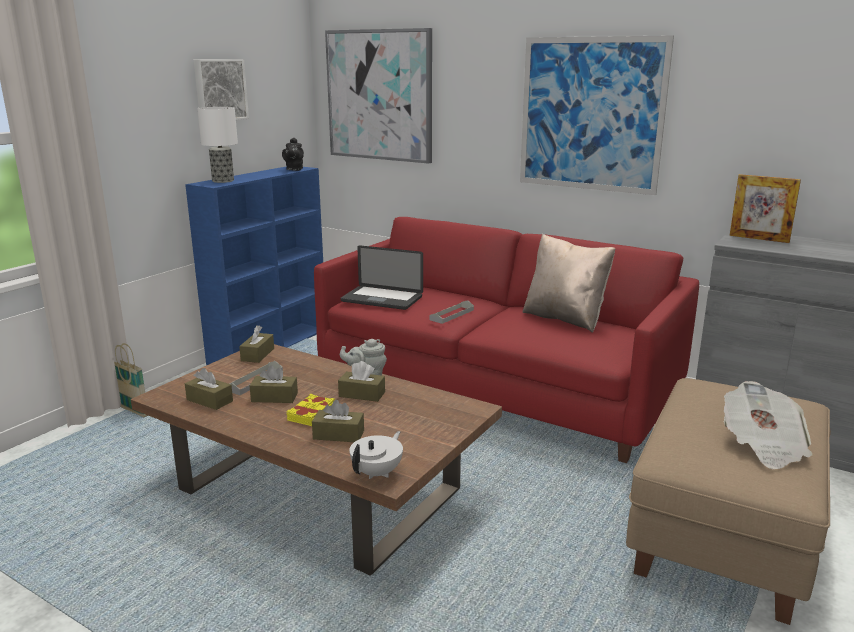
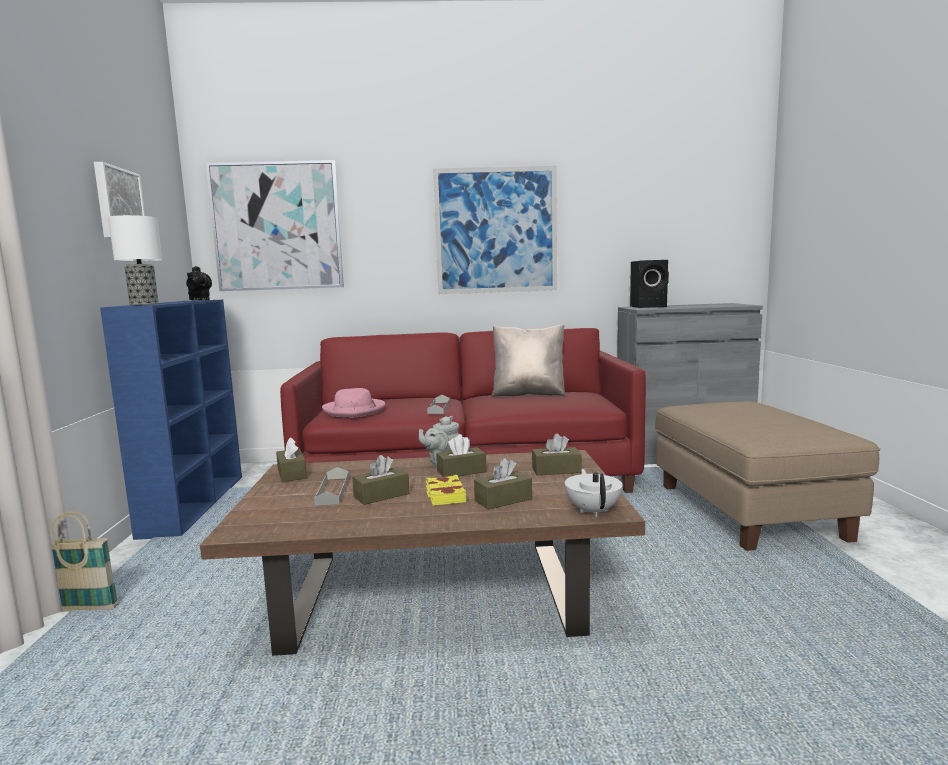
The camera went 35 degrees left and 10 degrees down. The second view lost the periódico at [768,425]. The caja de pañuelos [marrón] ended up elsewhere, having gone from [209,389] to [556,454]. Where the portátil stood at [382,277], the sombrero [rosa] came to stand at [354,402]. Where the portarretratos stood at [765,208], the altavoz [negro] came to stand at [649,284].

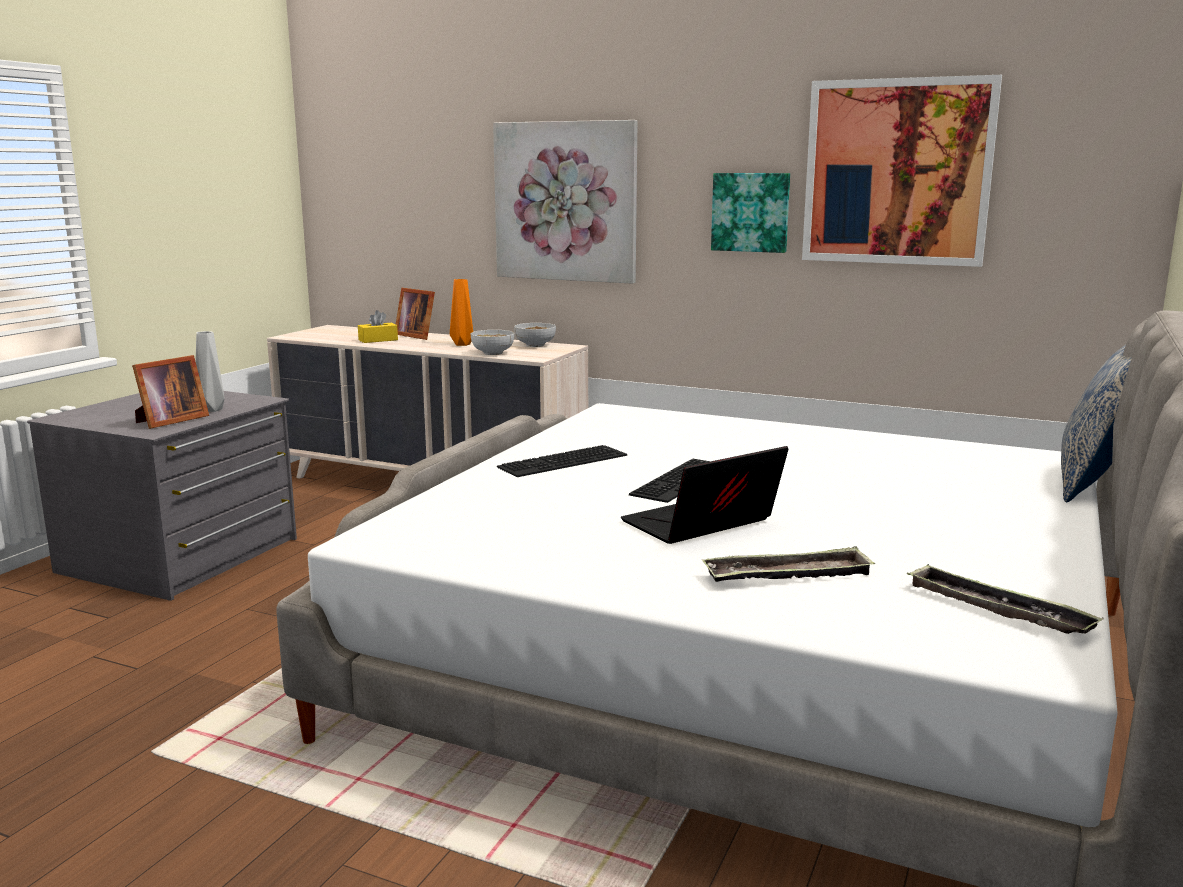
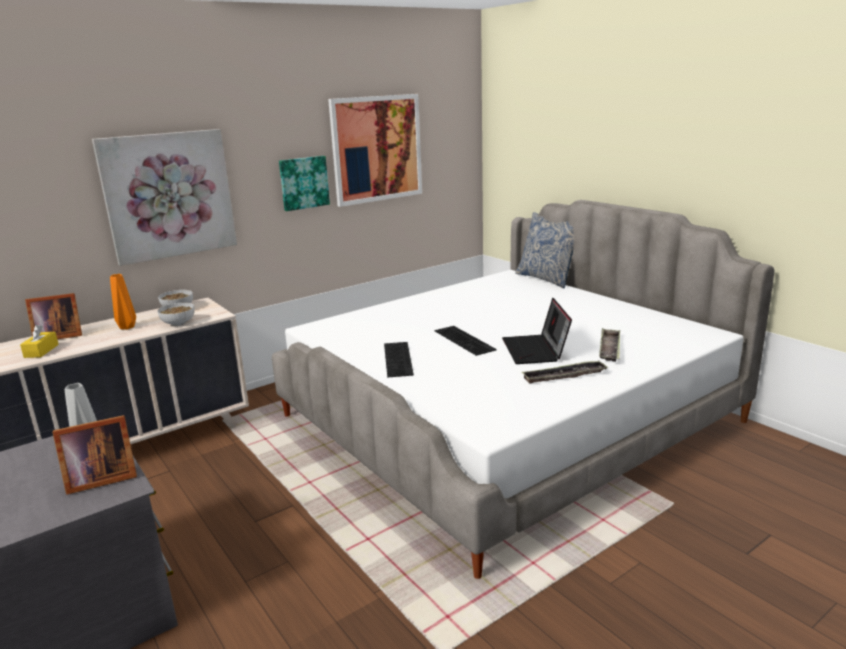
The camera went 60 degrees left and 5 degrees up. The bandeja ended up elsewhere, having gone from [1005,599] to [565,372]. The portarretratos at [170,392] ended up facing another way, 90 degrees clockwise from before.

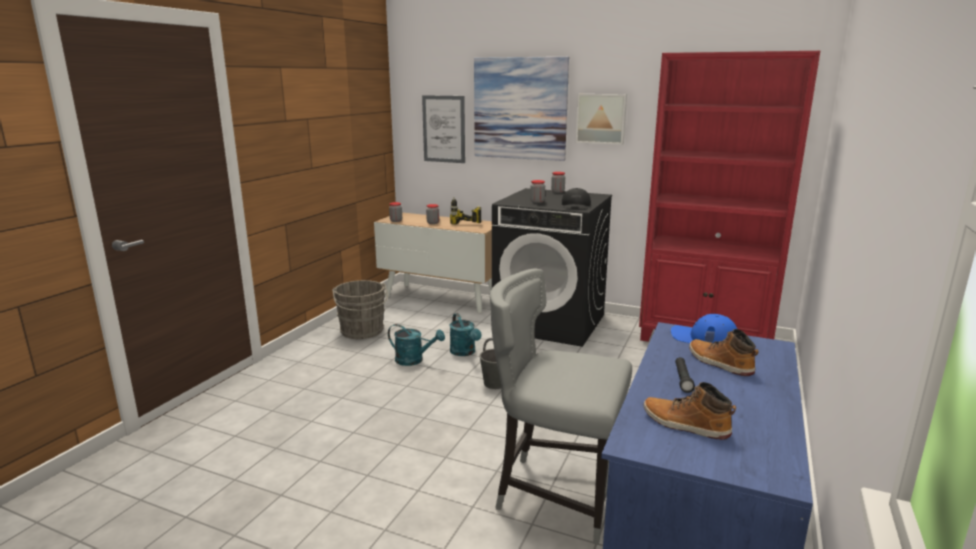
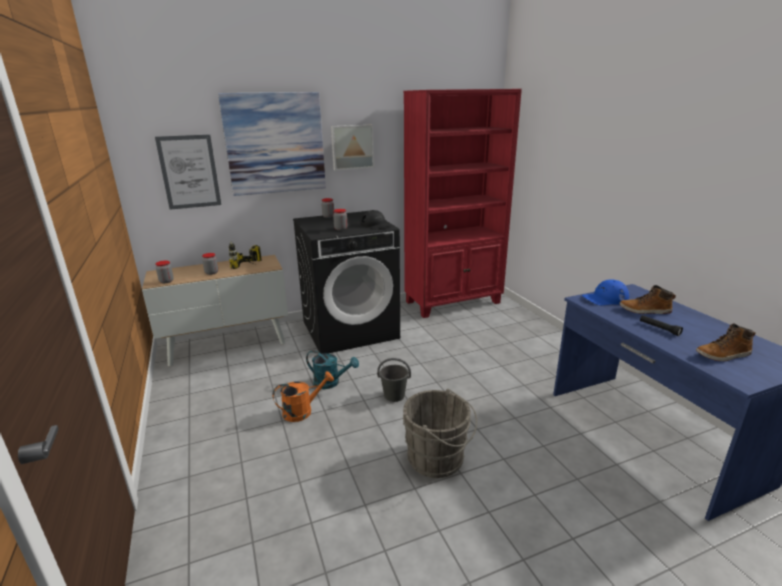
The camera went 45 degrees left and 5 degrees up. The second view lost the silla [gris] at [561,406]. The cubo [gris] ended up elsewhere, having gone from [360,309] to [440,433]. What was the regadera [turquesa] at [416,345] turned into the regadera [naranja] at [303,396].

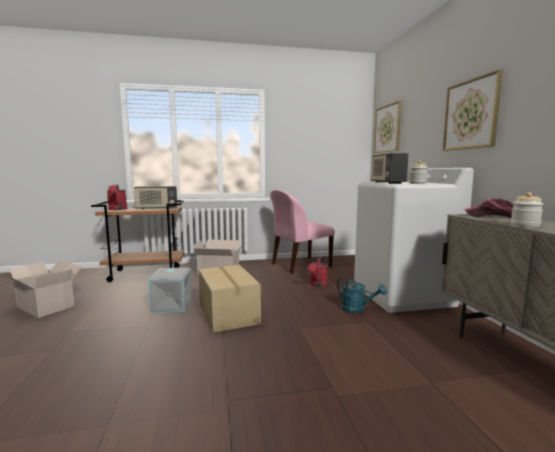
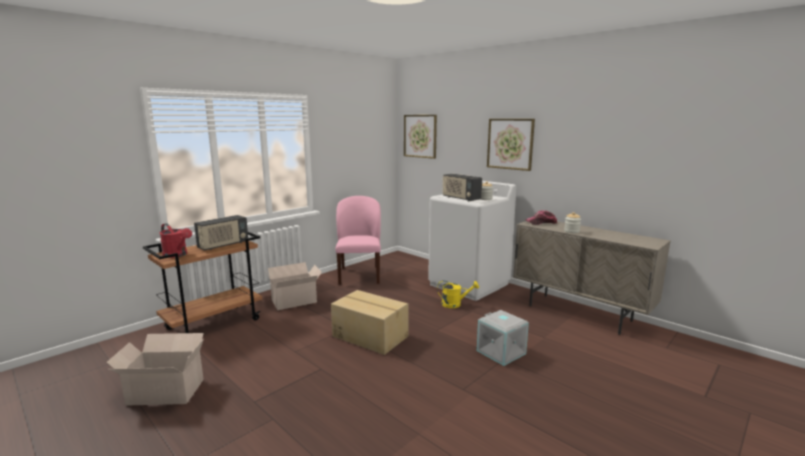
The camera went 35 degrees left and 5 degrees up. The second view lost the regadera [rojo] at [317,272]. The caja de almacenaje [gris] ended up elsewhere, having gone from [170,290] to [503,338]. What was the regadera [turquesa] at [362,295] turned into the regadera [amarillo] at [458,294]. The silla [rosa] at [302,232] ended up facing another way, 150 degrees clockwise from before.

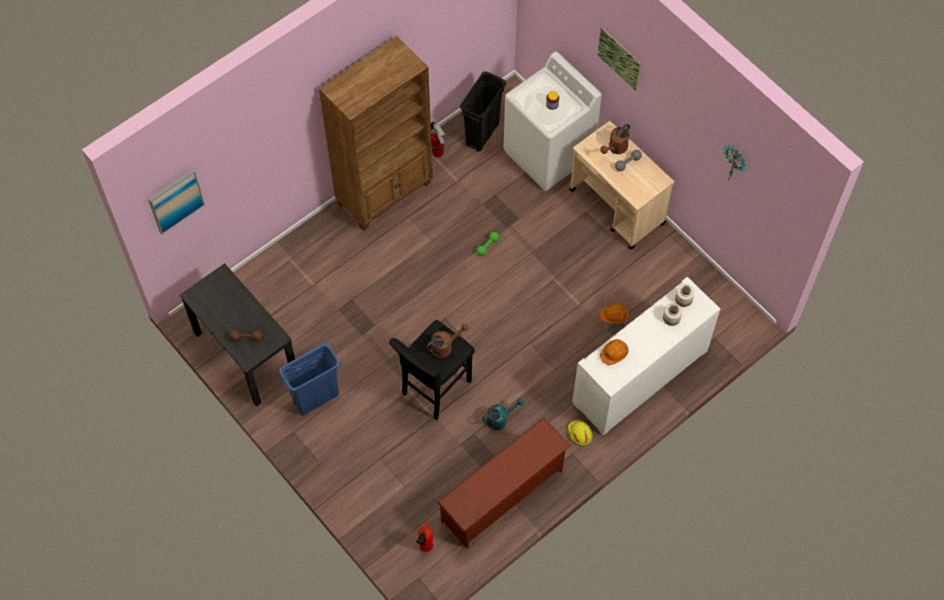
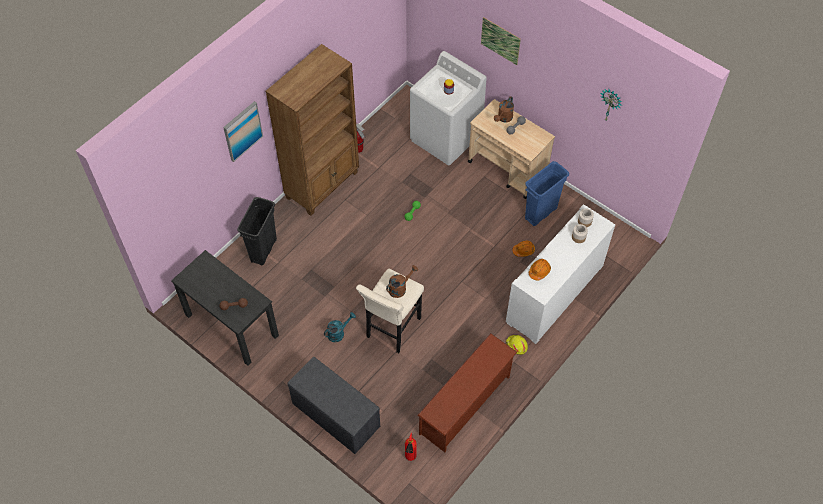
The camera went 10 degrees left and 5 degrees down. The second view gained the banco [gris] at [334,405]. The cuadro ended up elsewhere, having gone from [176,202] to [243,131]. The papelera [azul] ended up elsewhere, having gone from [310,379] to [547,193]. The papelera [negro] ended up elsewhere, having gone from [483,112] to [257,231]. The regadera [turquesa] ended up elsewhere, having gone from [503,414] to [340,327]. What was the taburete [negro] at [432,370] turned into the taburete [beis] at [390,310].

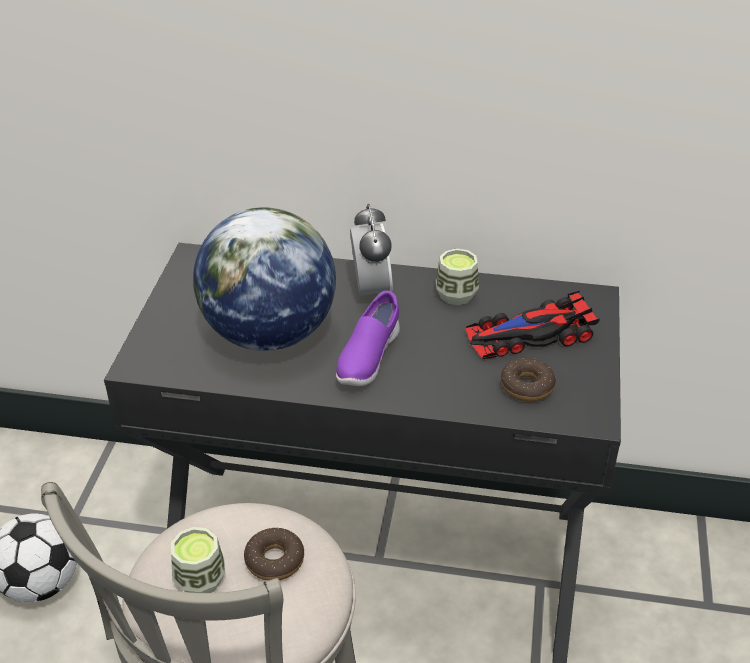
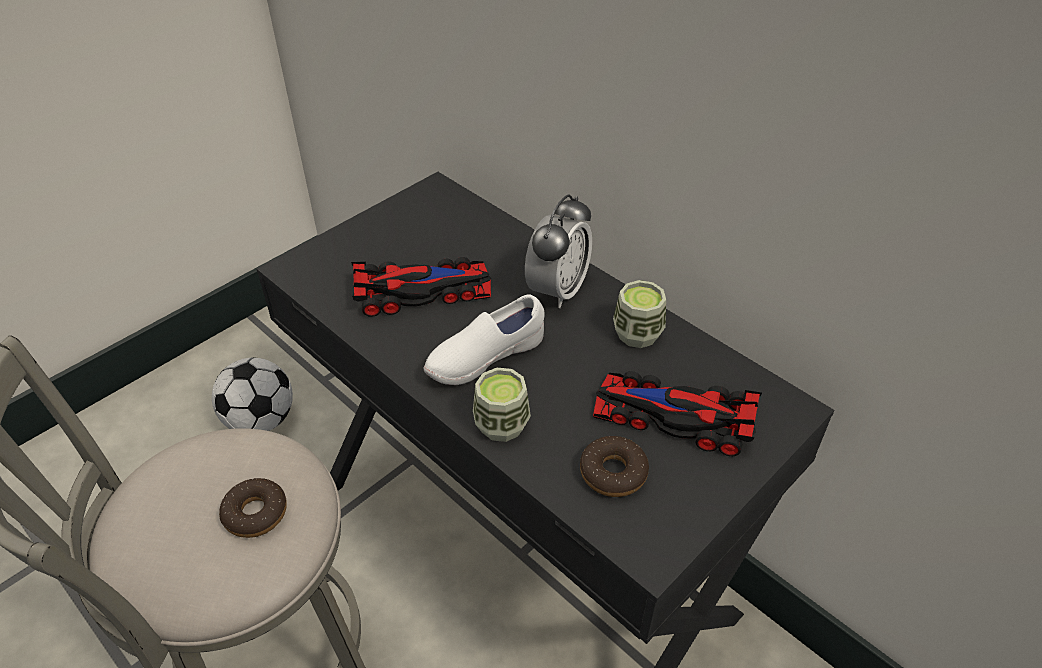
The camera went 35 degrees right and 5 degrees up. The taza ended up elsewhere, having gone from [198,560] to [502,405]. Where the globo terráqueo stood at [264,279], the coche de juguete came to stand at [421,287]. What was the zapato [morado] at [368,338] turned into the zapato [blanco] at [484,339].

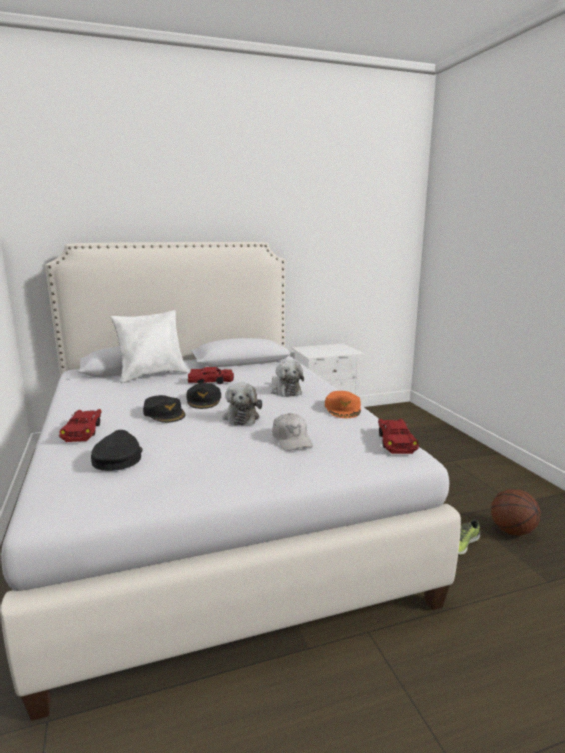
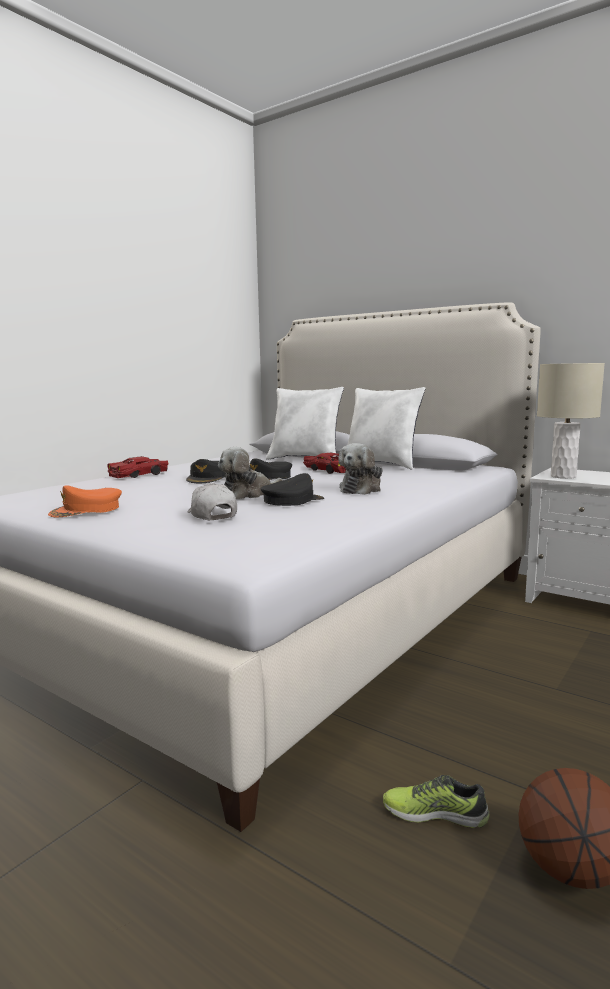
The camera went 55 degrees right and 5 degrees down. The second view lost the coche de juguete [rojo] at [398,436]. The second view gained the cojín [blanco] at [387,428]. The second view gained the lámpara de mesa [beis] at [571,421]. The gorra [negro] ended up elsewhere, having gone from [116,450] to [292,489]. The gorra [naranja] ended up elsewhere, having gone from [343,404] to [85,501]. The gorra [blanco] at [292,432] ended up facing another way, 120 degrees clockwise from before.

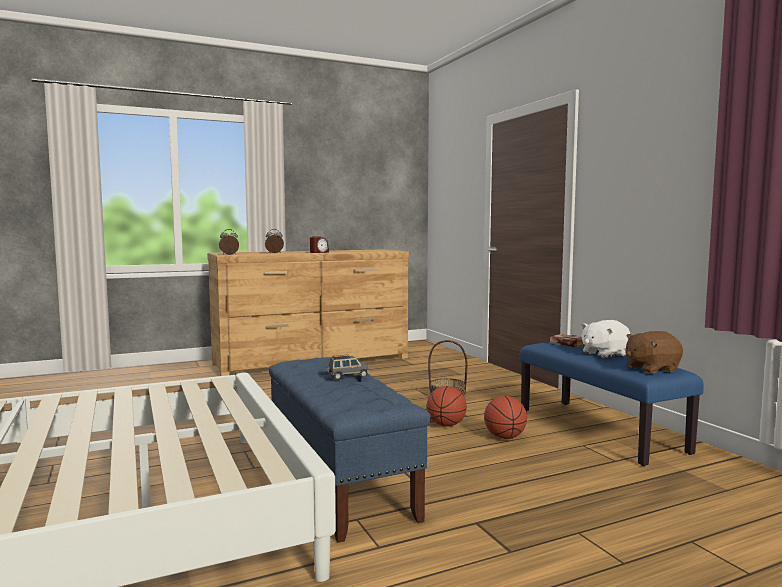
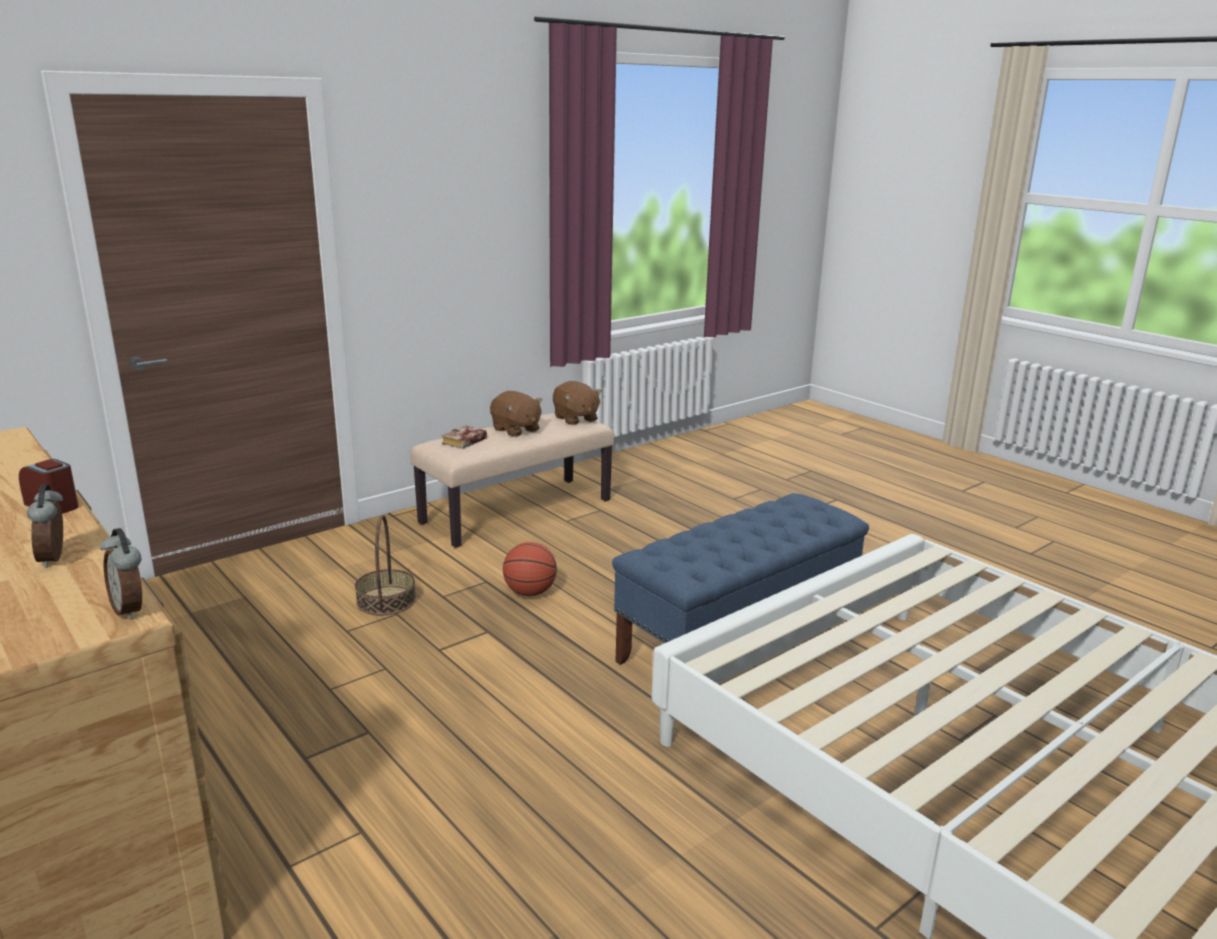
The camera went 105 degrees left and 15 degrees up. The second view lost the coche de juguete [gris] at [348,367]. The second view lost the balón de baloncesto at [505,417]. What was the banco [azul] at [612,404] turned into the banco [beis] at [512,480]. What was the peluche [blanco] at [605,339] turned into the peluche [marrón] at [516,414].

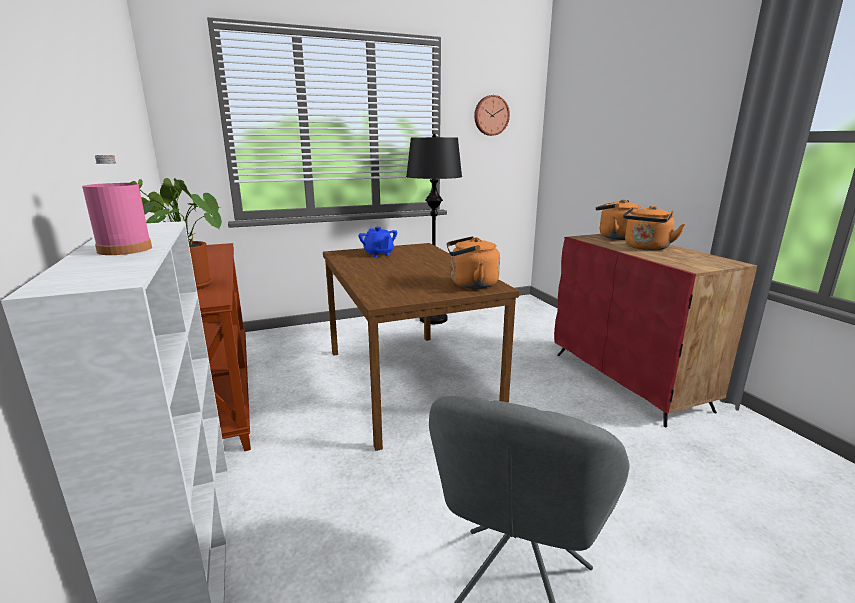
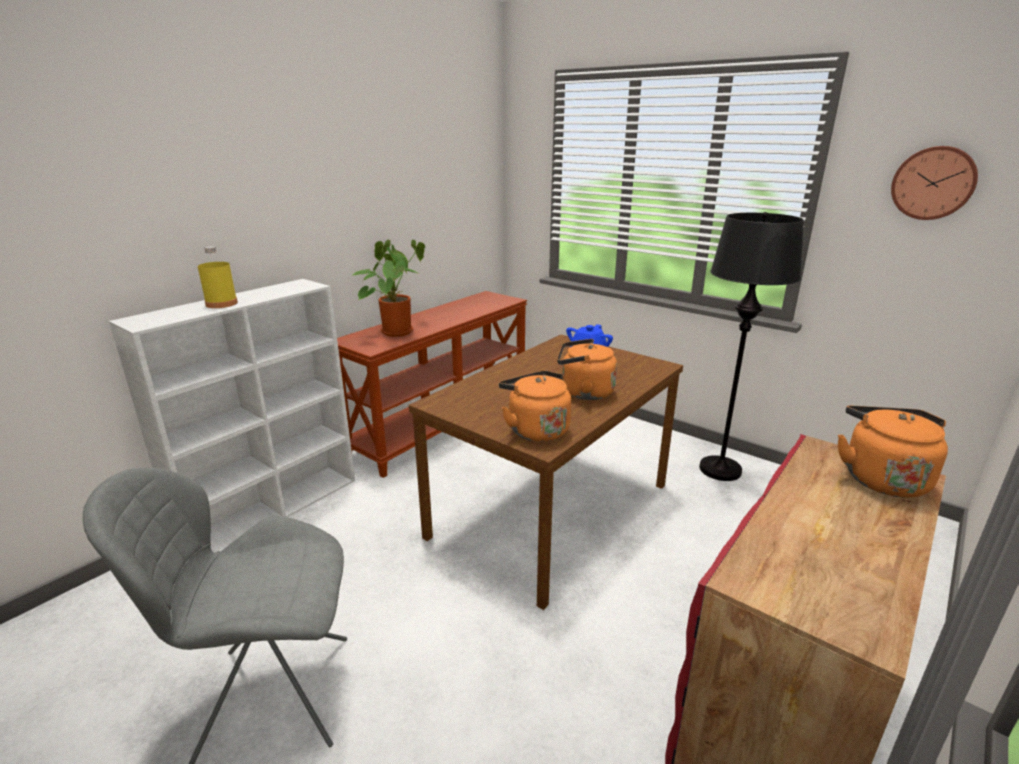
The camera went 60 degrees right and 5 degrees up. The hervidor [naranja] ended up elsewhere, having gone from [654,228] to [587,369]. What was the botella [rosa] at [117,205] turned into the botella [amarillo] at [218,277].

